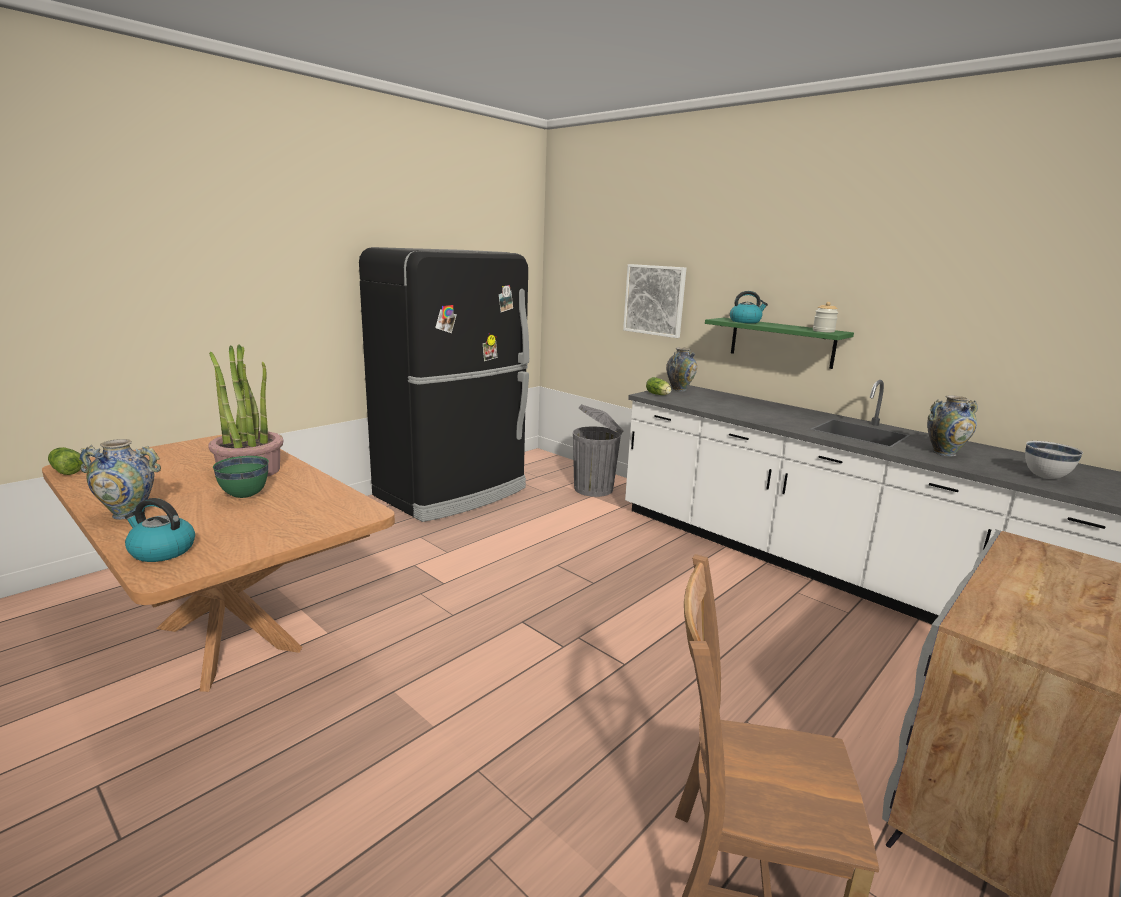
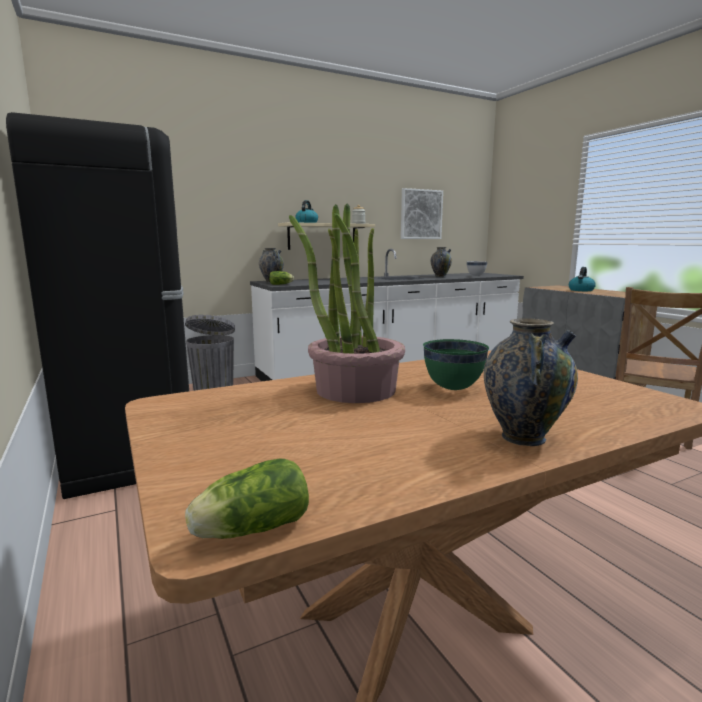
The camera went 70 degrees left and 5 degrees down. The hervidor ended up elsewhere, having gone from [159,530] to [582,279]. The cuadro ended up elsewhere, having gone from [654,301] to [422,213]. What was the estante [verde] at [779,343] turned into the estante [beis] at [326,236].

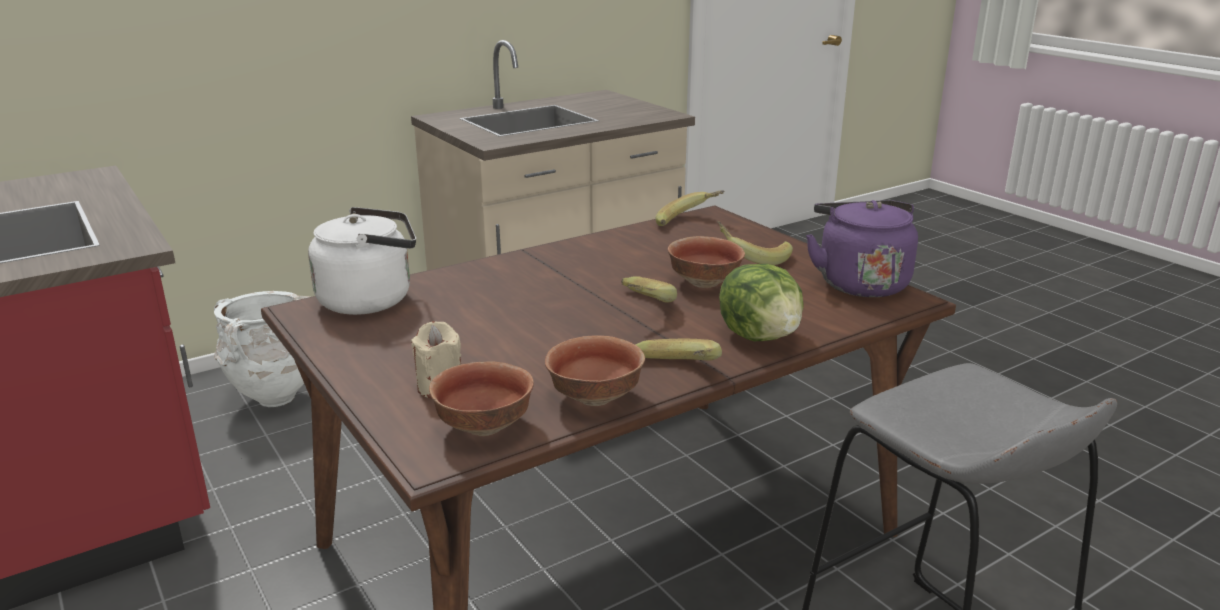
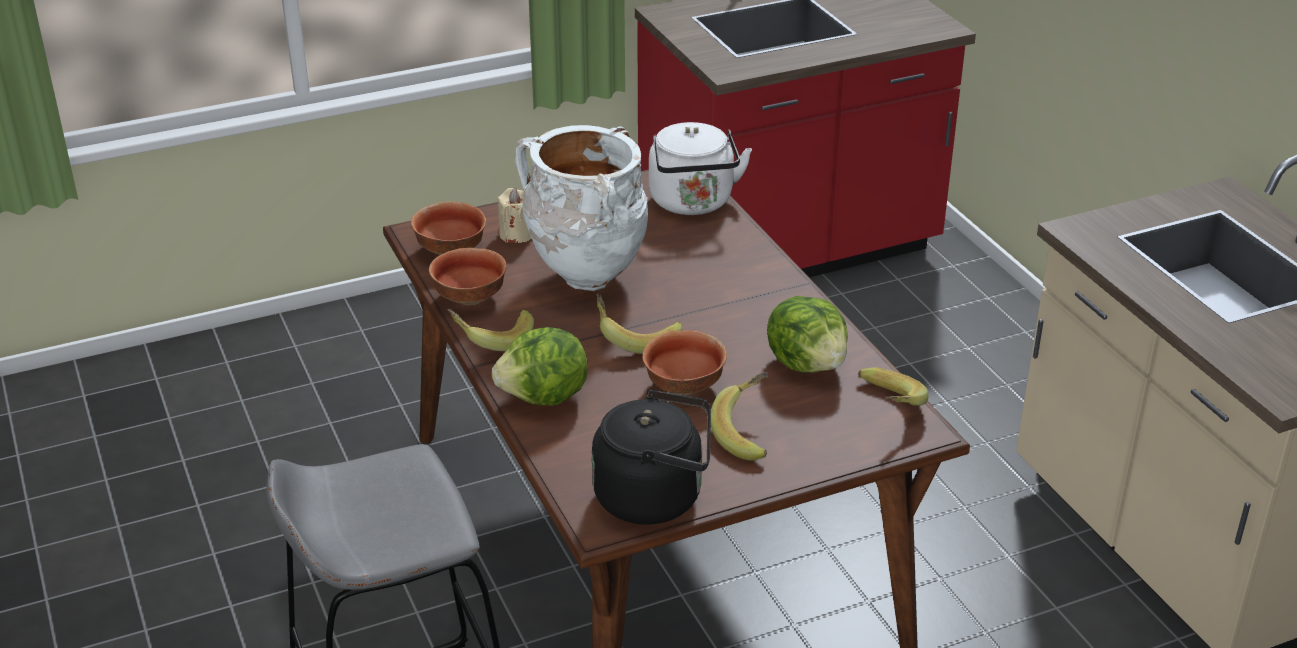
The camera went 100 degrees right and 10 degrees up. The second view gained the lechuga at [807,334]. The florero [blanco] ended up elsewhere, having gone from [262,349] to [581,208]. What was the hervidor [morado] at [862,248] turned into the hervidor [negro] at [651,457].

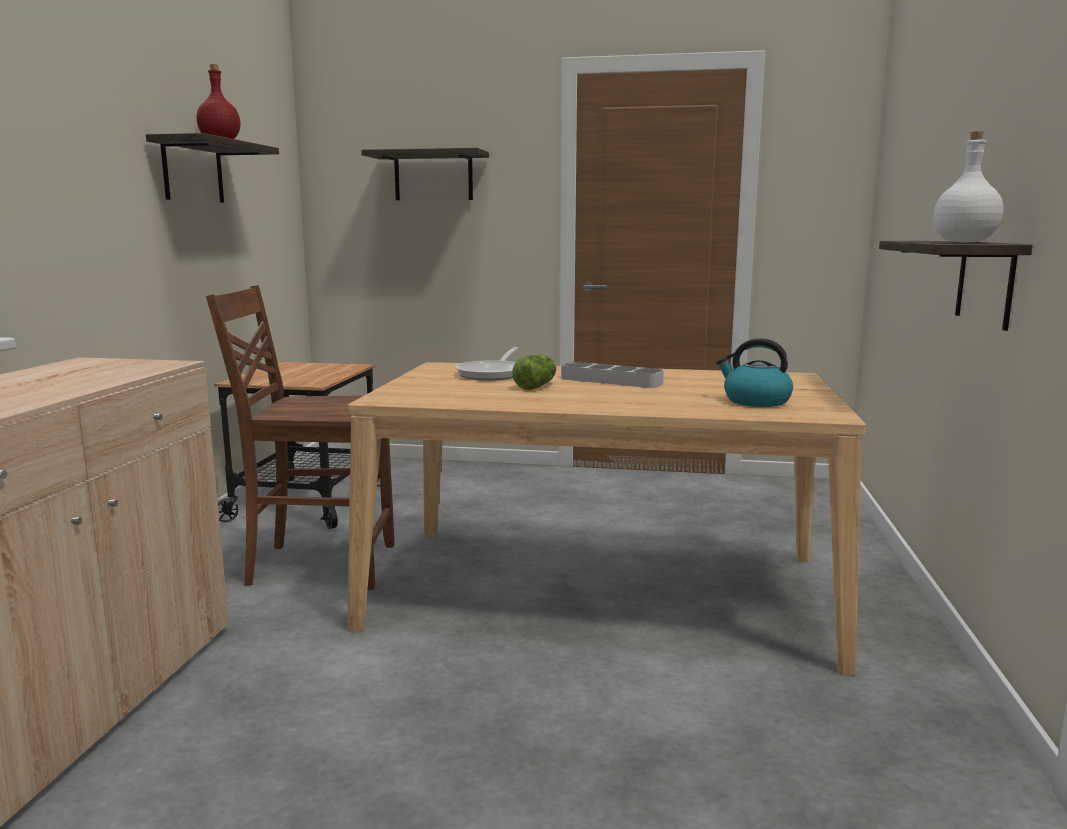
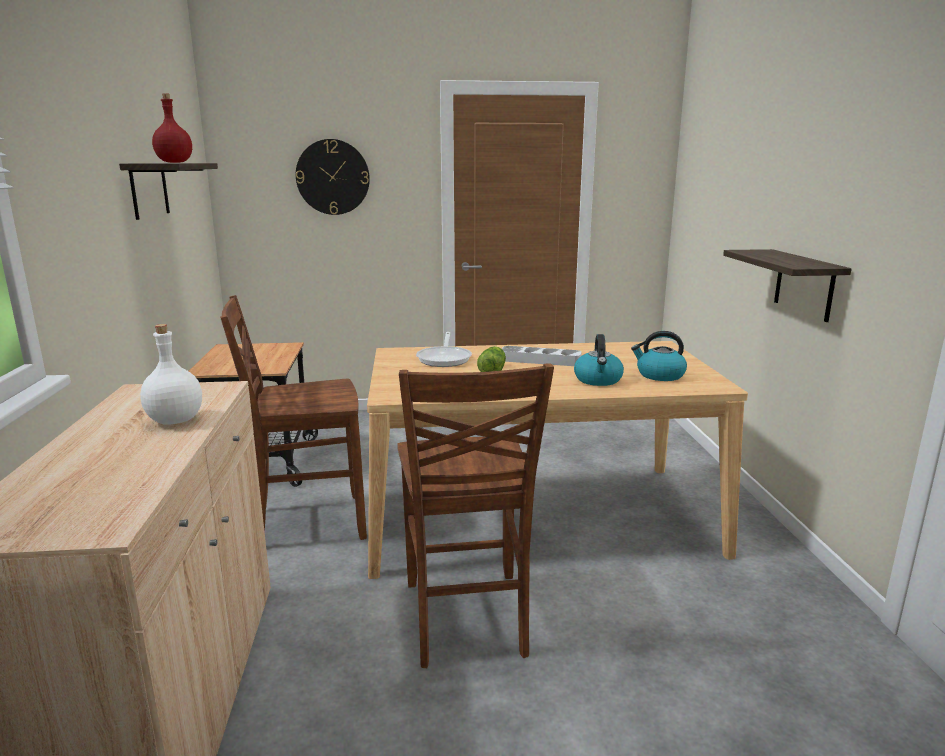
The camera went 15 degrees left and 5 degrees up. The second view gained the silla [marrón] at [475,515]. The second view gained the hervidor at [599,360]. The botella [blanco] ended up elsewhere, having gone from [968,186] to [171,374]. Where the estante hung at [425,174], the reloj de pared came to hang at [333,177].

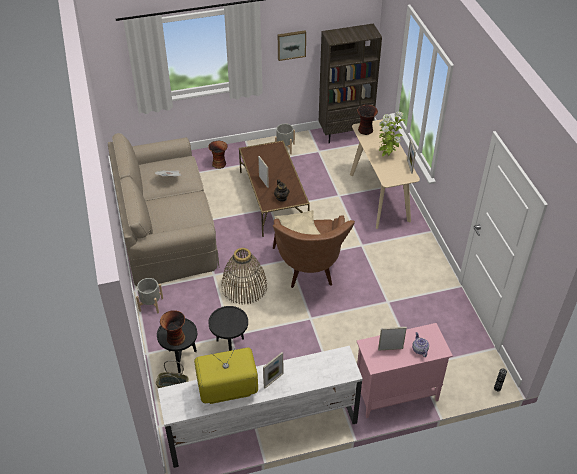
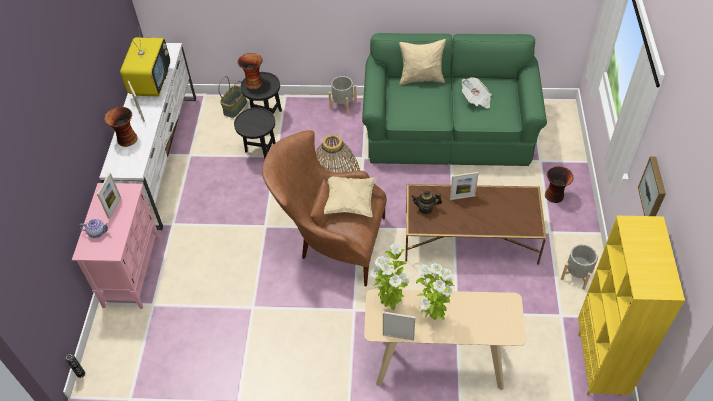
The camera went 110 degrees right and 5 degrees up. The second view gained the planta en maceta at [389,276]. The second view gained the cojín [beis] at [422,62]. The florero ended up elsewhere, having gone from [367,120] to [121,127]. What was the sofá [beis] at [163,209] turned into the sofá [verde] at [454,99]. What was the estantería [marrón] at [350,83] turned into the estantería [amarillo] at [631,306].

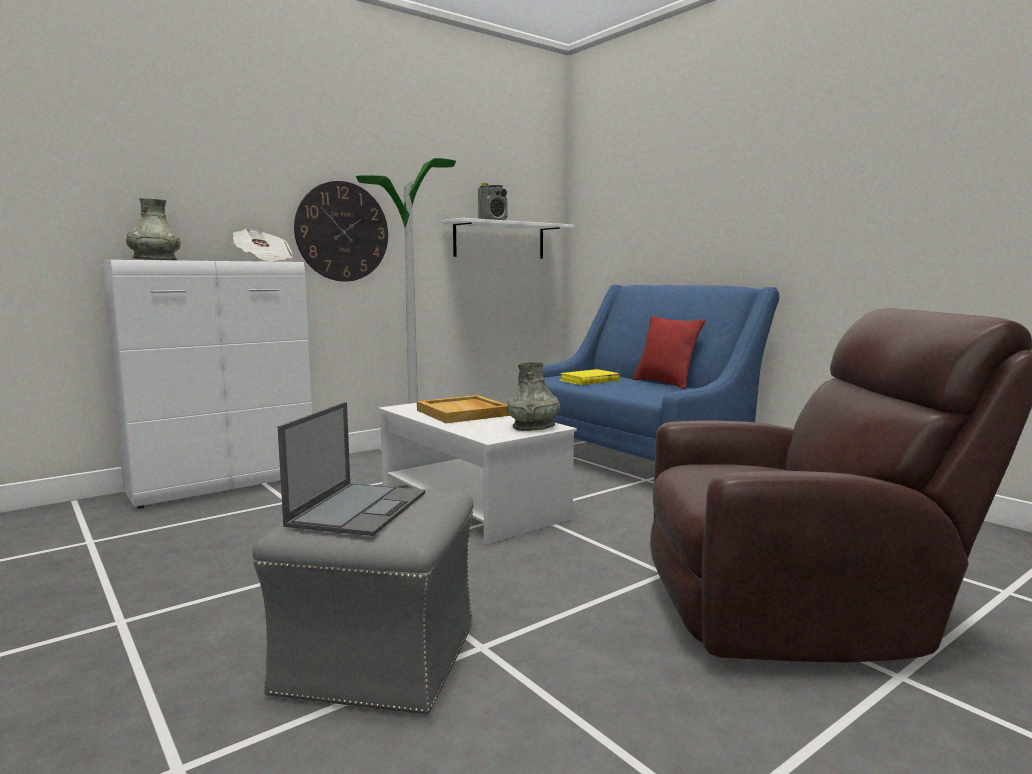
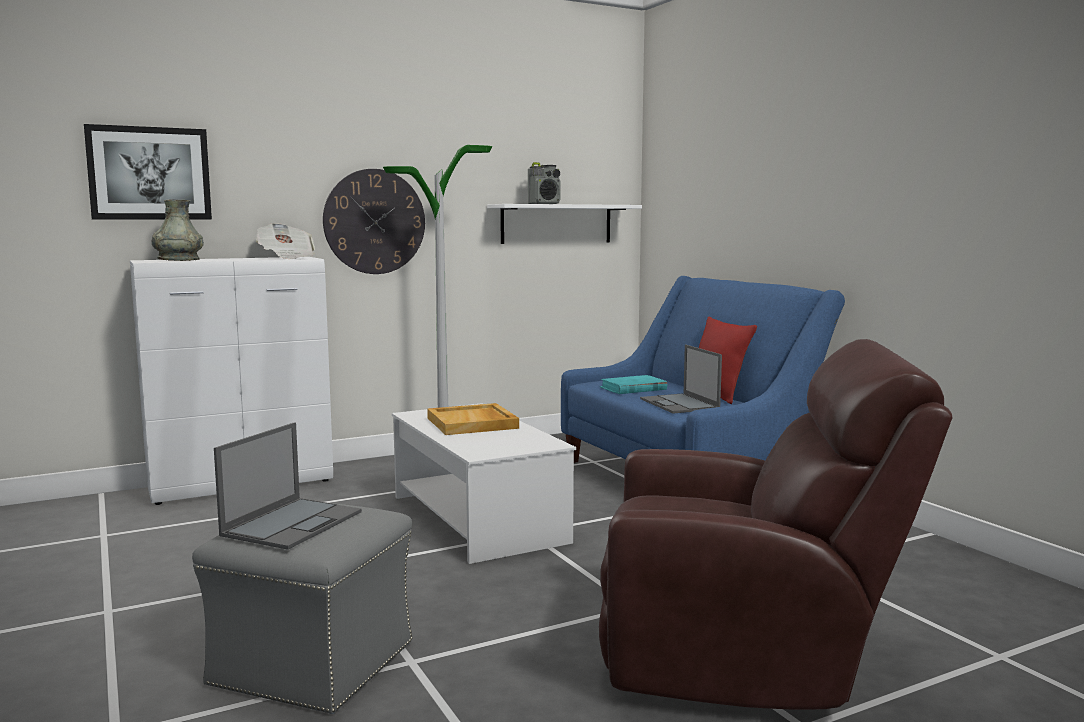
The camera went 10 degrees right and 0 degrees up. The second view lost the florero [gris] at [533,396]. The second view gained the cuadro at [148,171]. The second view gained the portátil at [681,379]. What was the libro [amarillo] at [589,377] turned into the libro [turquesa] at [633,384].

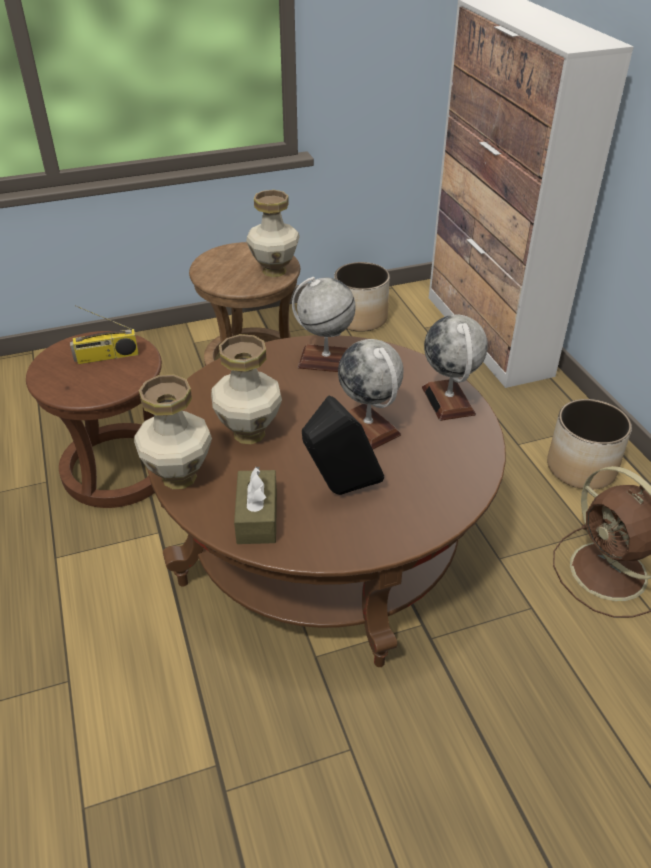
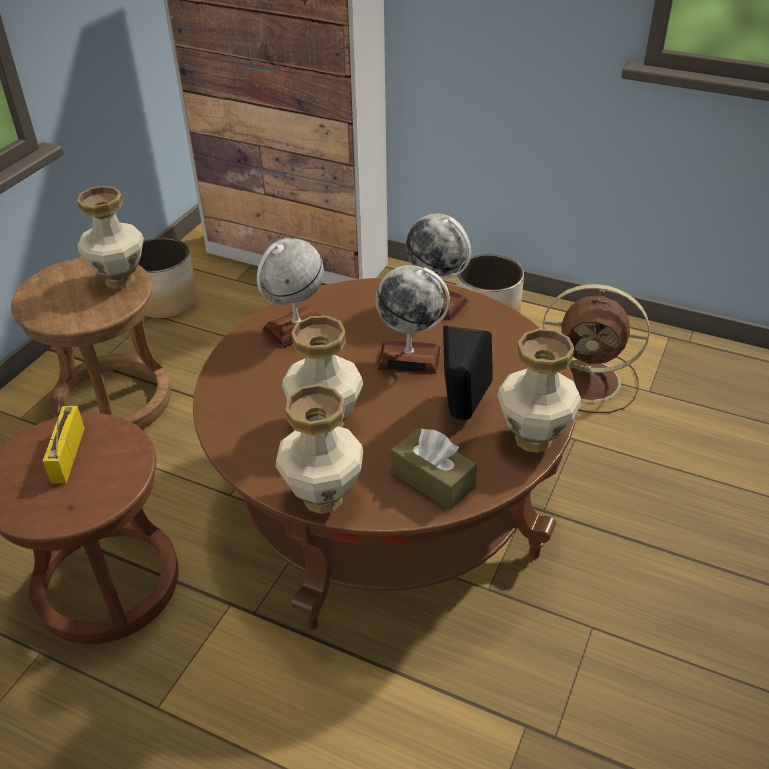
The camera went 45 degrees left and 0 degrees up. The second view gained the florero at [539,390]. The radio at [104,334] ended up facing another way, 150 degrees clockwise from before.

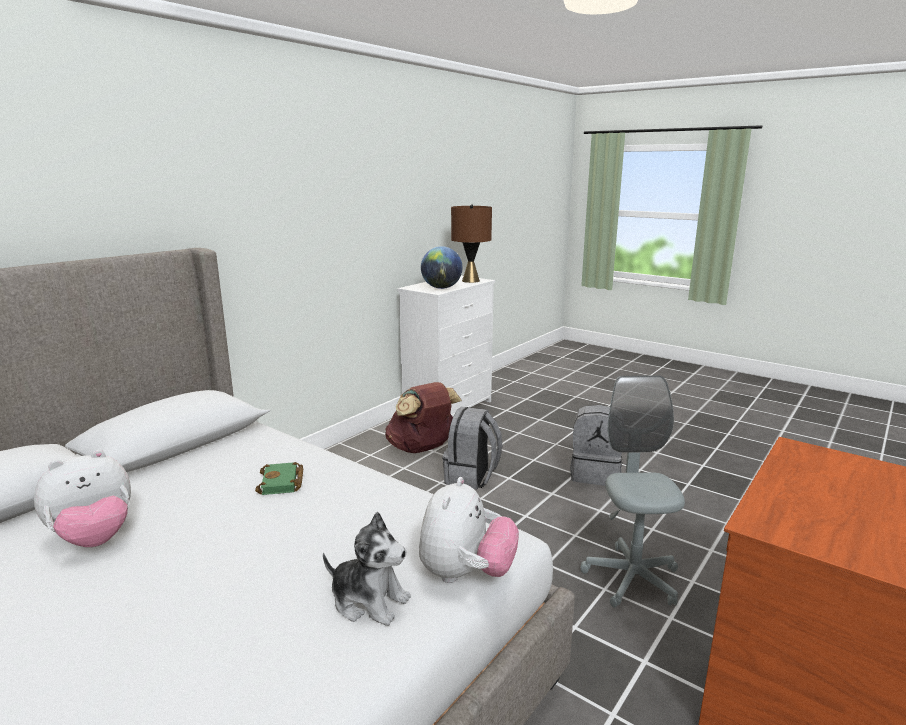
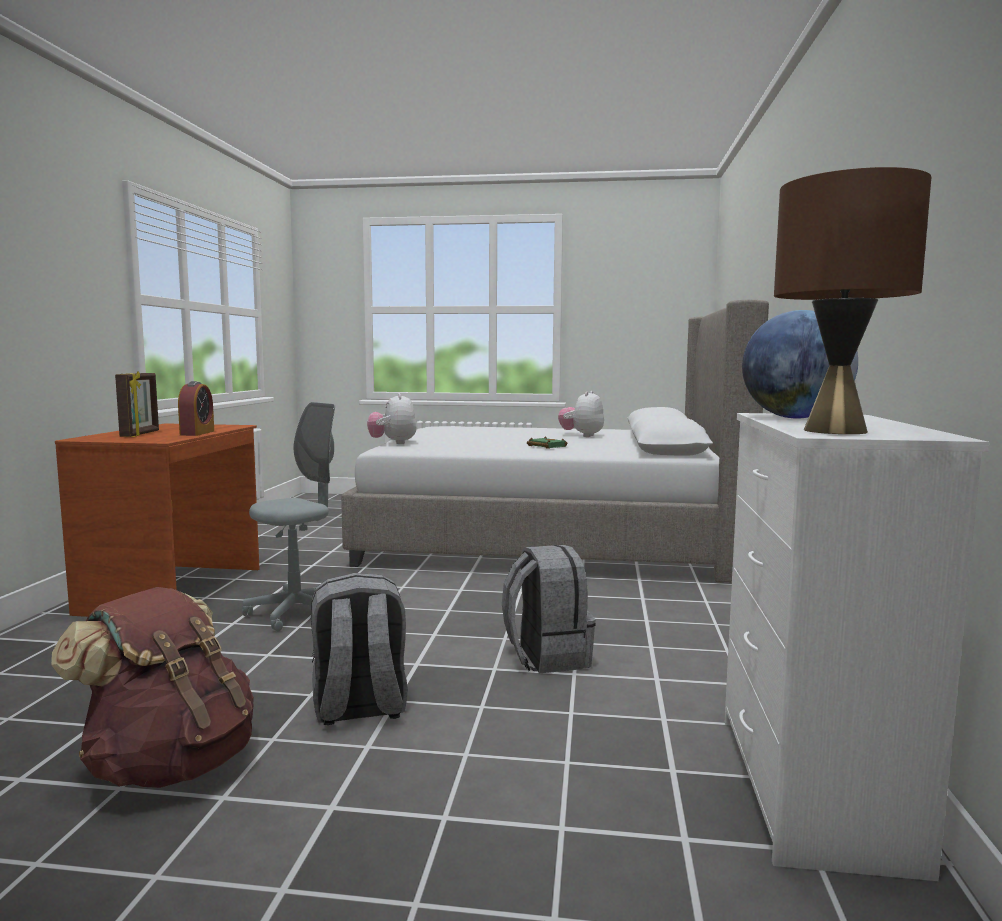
The camera went 150 degrees right and 10 degrees down. The second view lost the peluche at [367,569]. The second view gained the portarretratos at [137,404]. The second view gained the despertador at [196,408]. The mochila [marrón] ended up elsewhere, having gone from [423,417] to [152,687]. The silla de oficina [gris] at [632,491] ended up facing another way, 105 degrees counterclockwise from before.

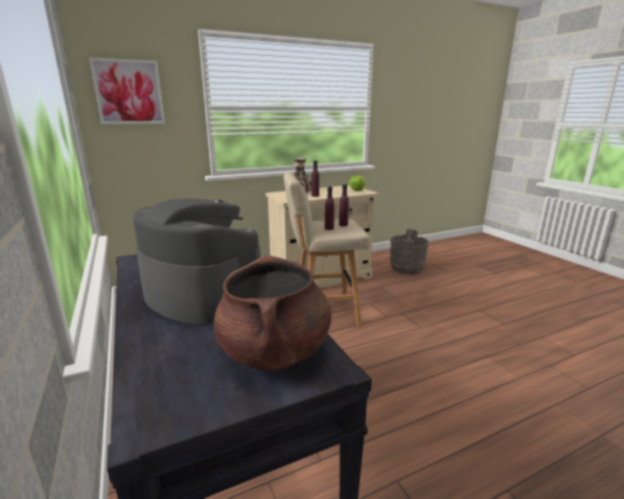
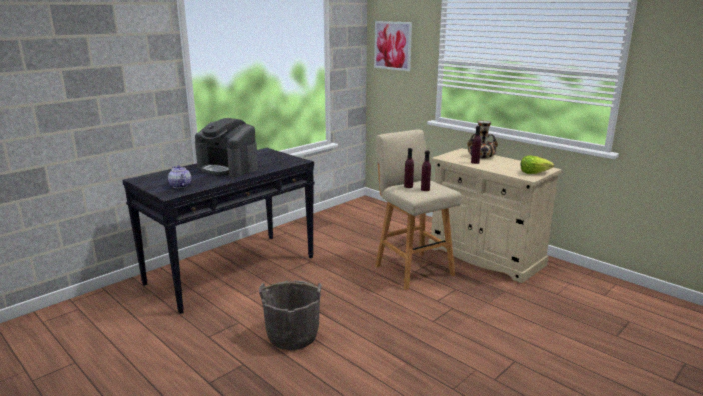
The camera went 70 degrees right and 0 degrees up. The cubo [gris] ended up elsewhere, having gone from [409,251] to [290,315]. Where the olla [marrón] stood at [272,313], the tetera came to stand at [179,176]. The cafetera at [197,261] ended up facing another way, 105 degrees clockwise from before.

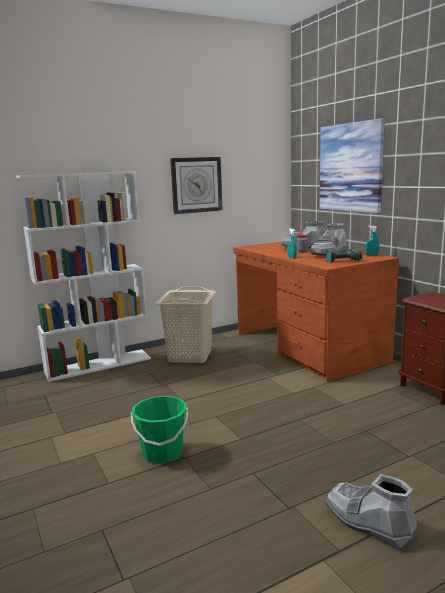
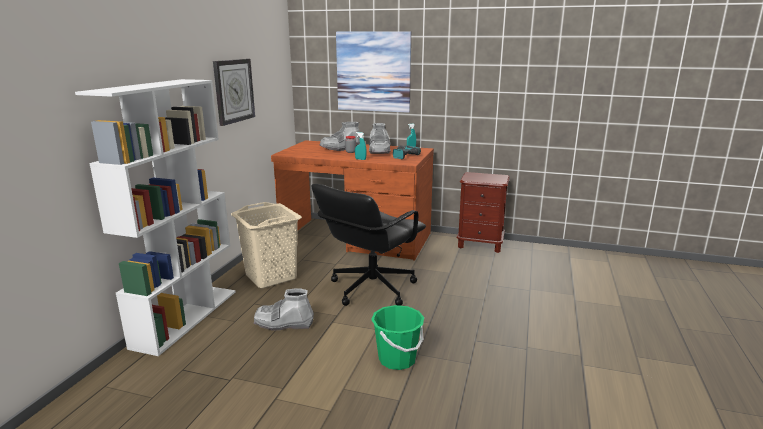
The camera went 45 degrees left and 5 degrees up. The second view gained the silla de oficina [negro] at [368,245]. The bota [gris] ended up elsewhere, having gone from [371,512] to [284,309].

